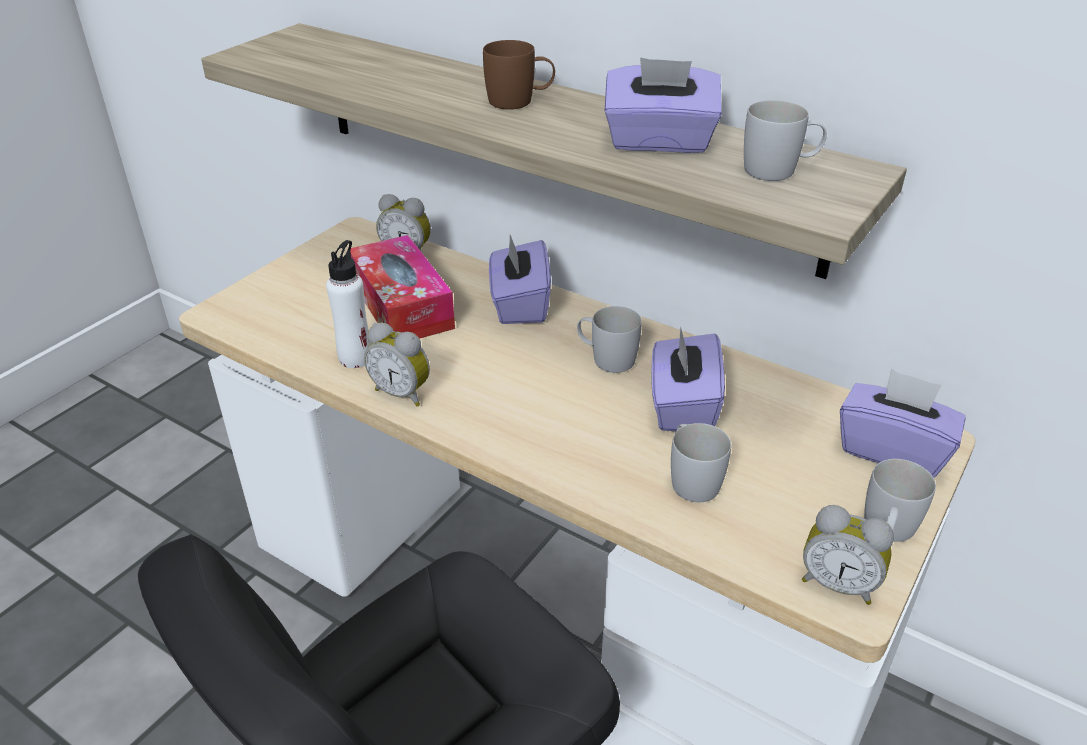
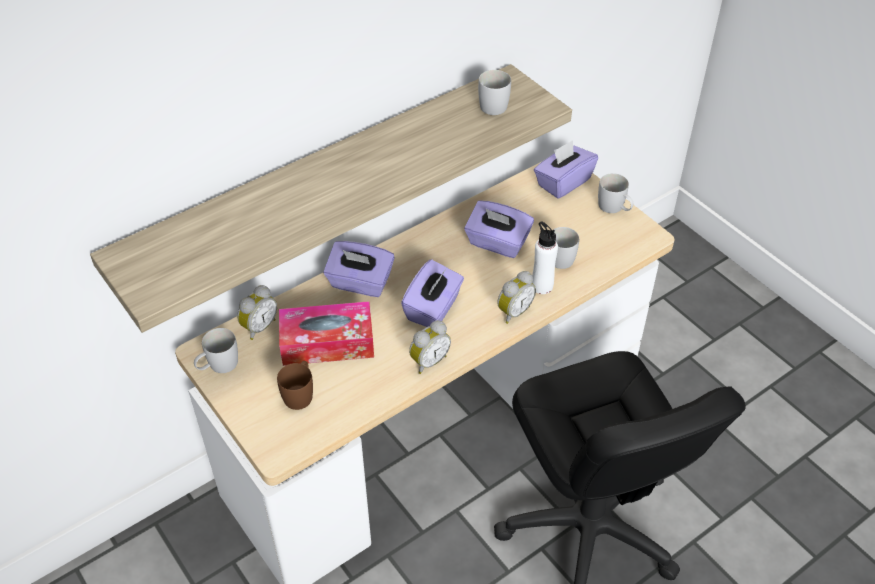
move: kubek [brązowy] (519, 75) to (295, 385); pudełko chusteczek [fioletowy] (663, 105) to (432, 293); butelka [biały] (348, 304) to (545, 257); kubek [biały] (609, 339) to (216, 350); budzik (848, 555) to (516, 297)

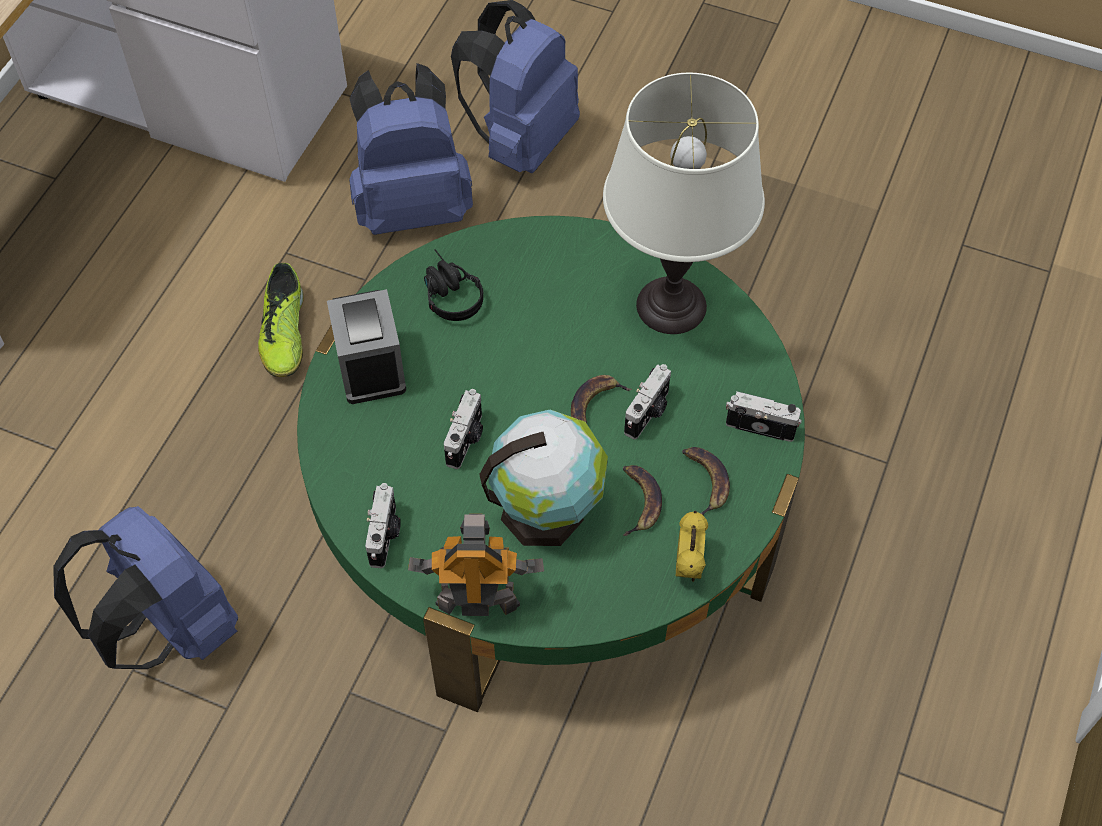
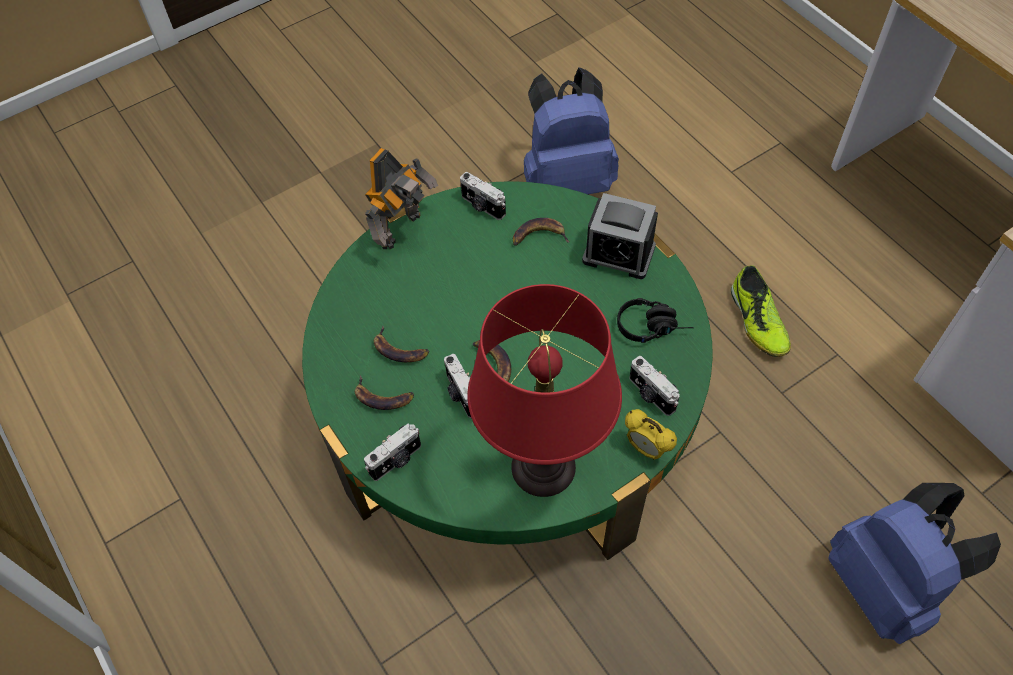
delete: plecak [niebieski] (411, 149); globus (543, 478)
insert: banan (541, 232)
move: aparat fotograficzny (463, 429) to (654, 386); budzik (692, 546) to (651, 434)
recolor: lampa stołowa [biały] (684, 203) to lampa stołowa [czerwony] (544, 390)
rotate: but (281, 320) = (761, 311) 135 degrees counterclockwise

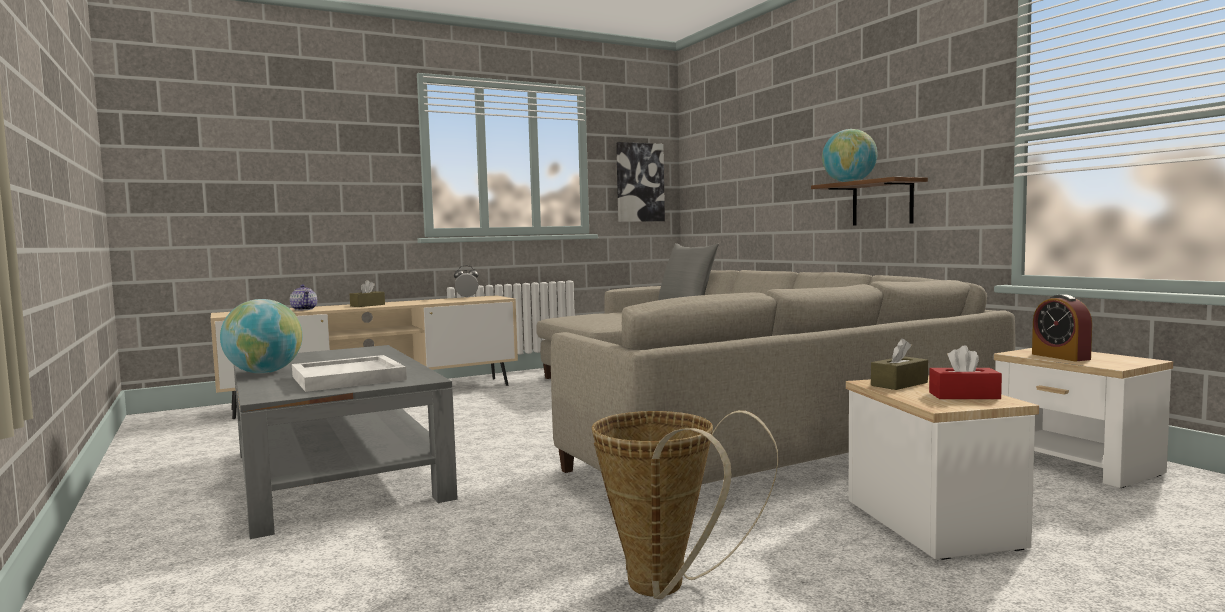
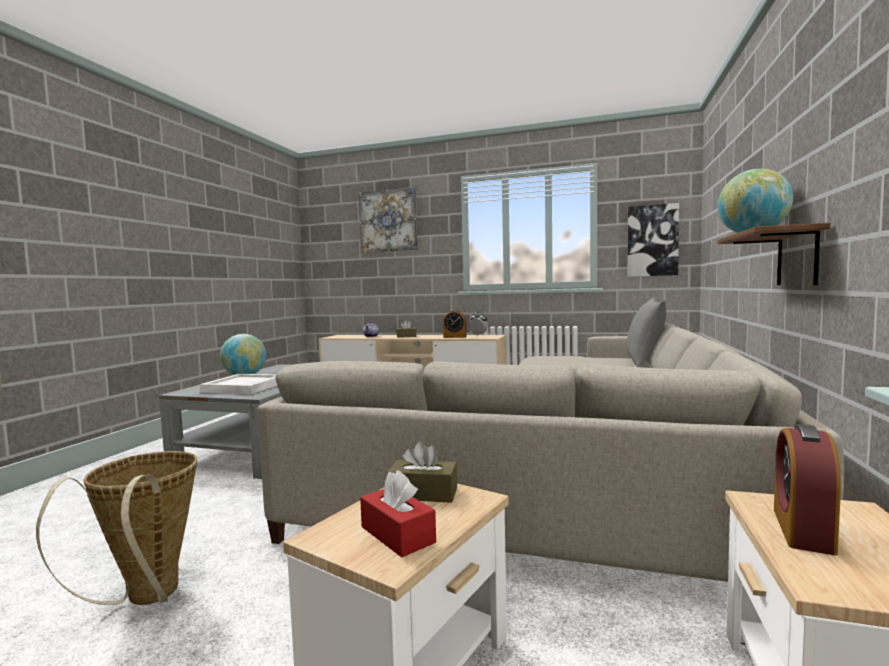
insert: obraz (388, 220); budzik (454, 324)

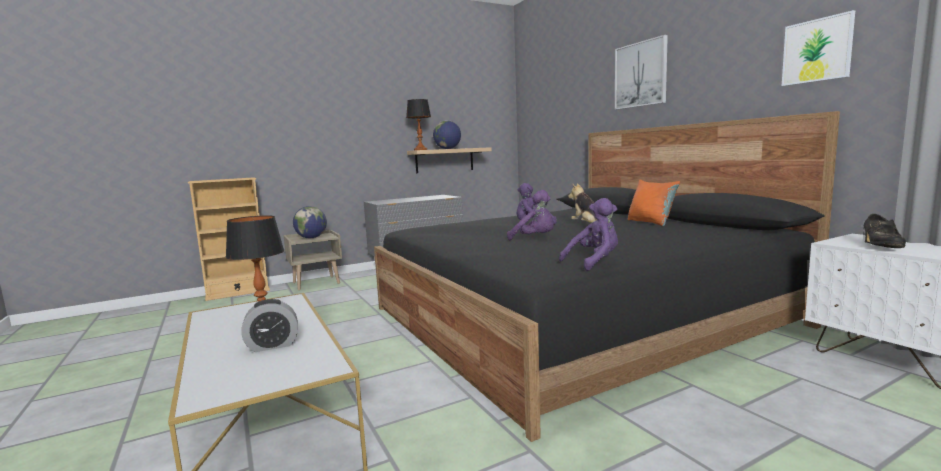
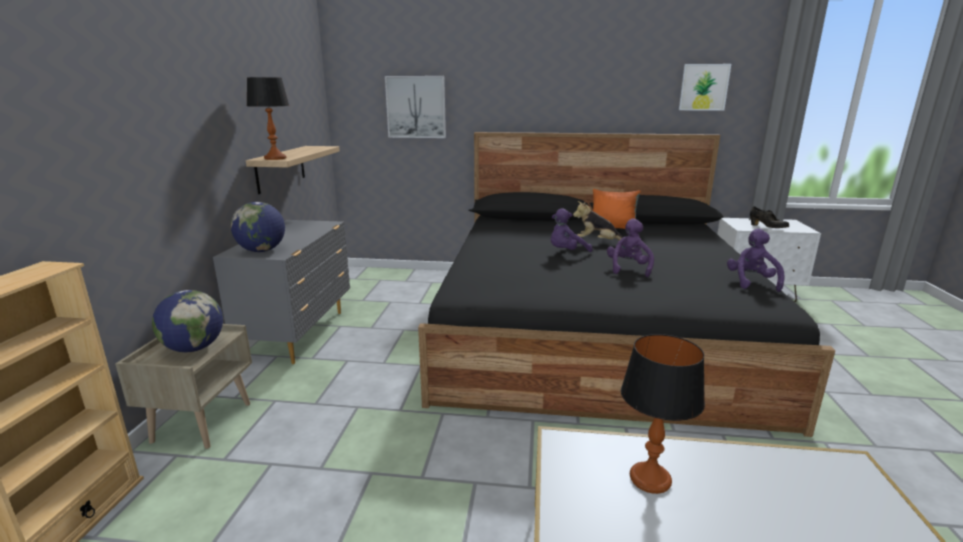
delete: budzik (269, 325)
move: obraz (641, 72) to (415, 107); globus (447, 134) to (258, 227)
rotate: pluszak [fioletowy] (530, 215) = (630, 247) 60 degrees counterclockwise

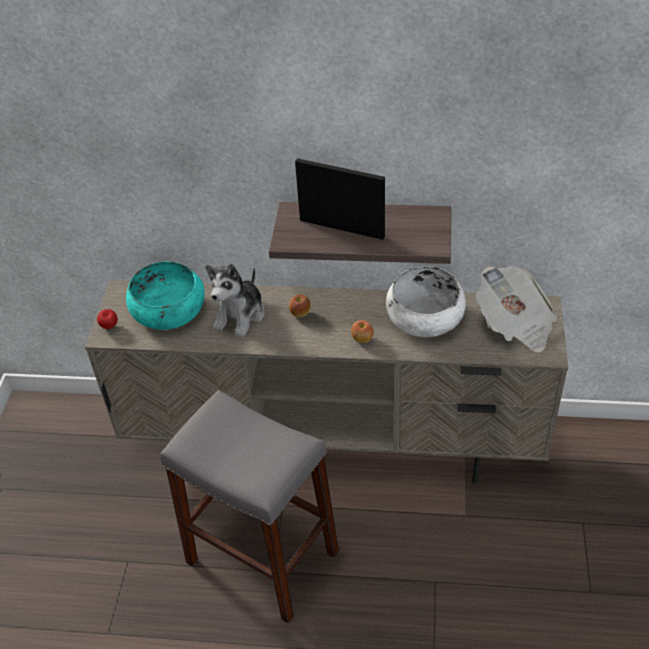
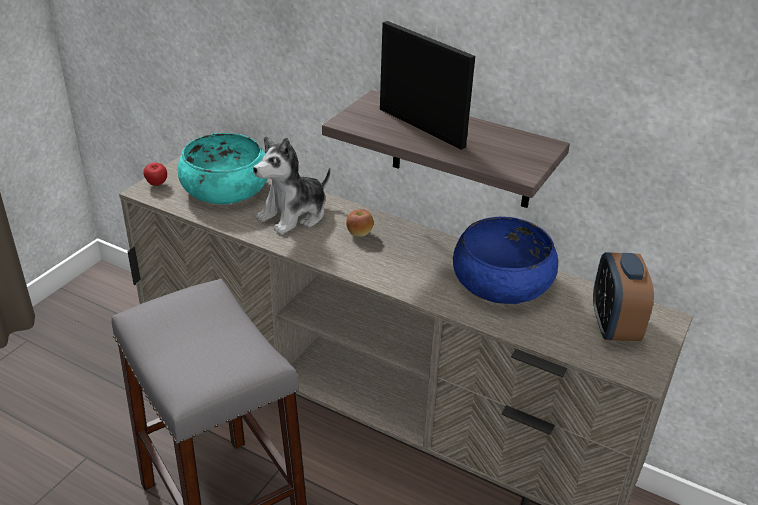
delete: jabłko (362, 331)
replace: gazeta (517, 309) to budzik (623, 296)
recolor: miska [biały] (426, 301) to miska [niebieski] (505, 260)

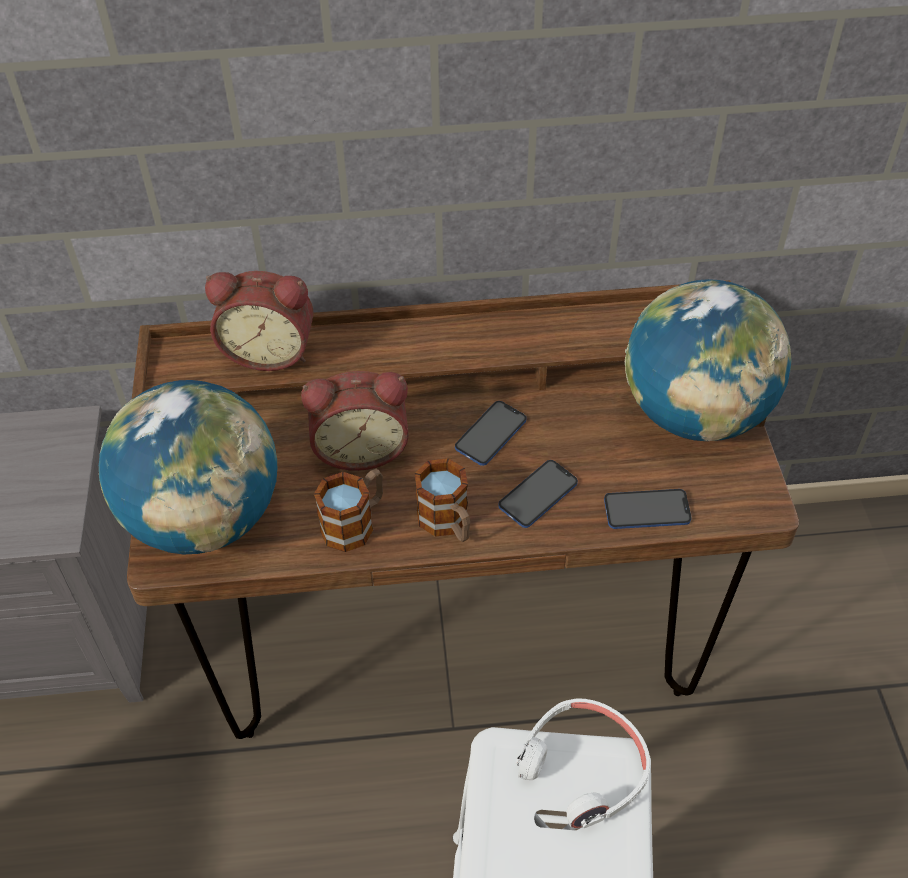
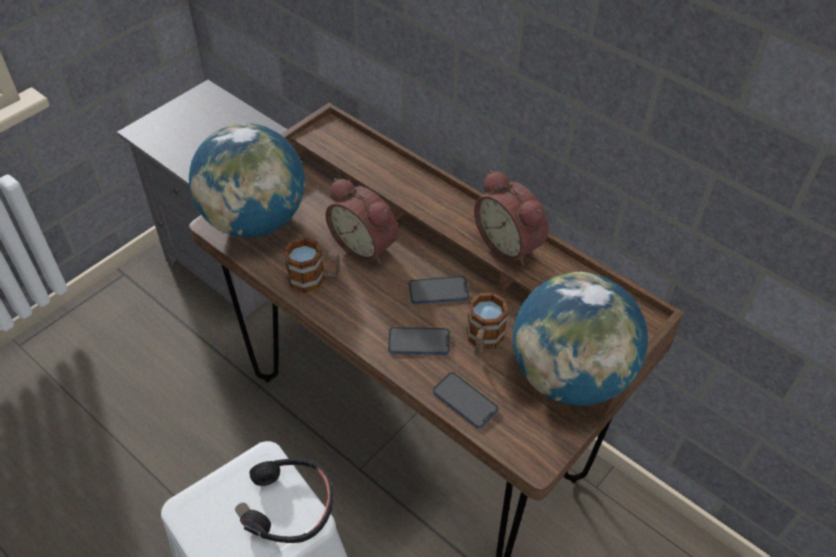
move: budzik (259, 321) to (511, 217); kubek (442, 500) to (487, 324)
recolor: słuchawki [biały] (583, 764) to słuchawki [czarny] (286, 501)

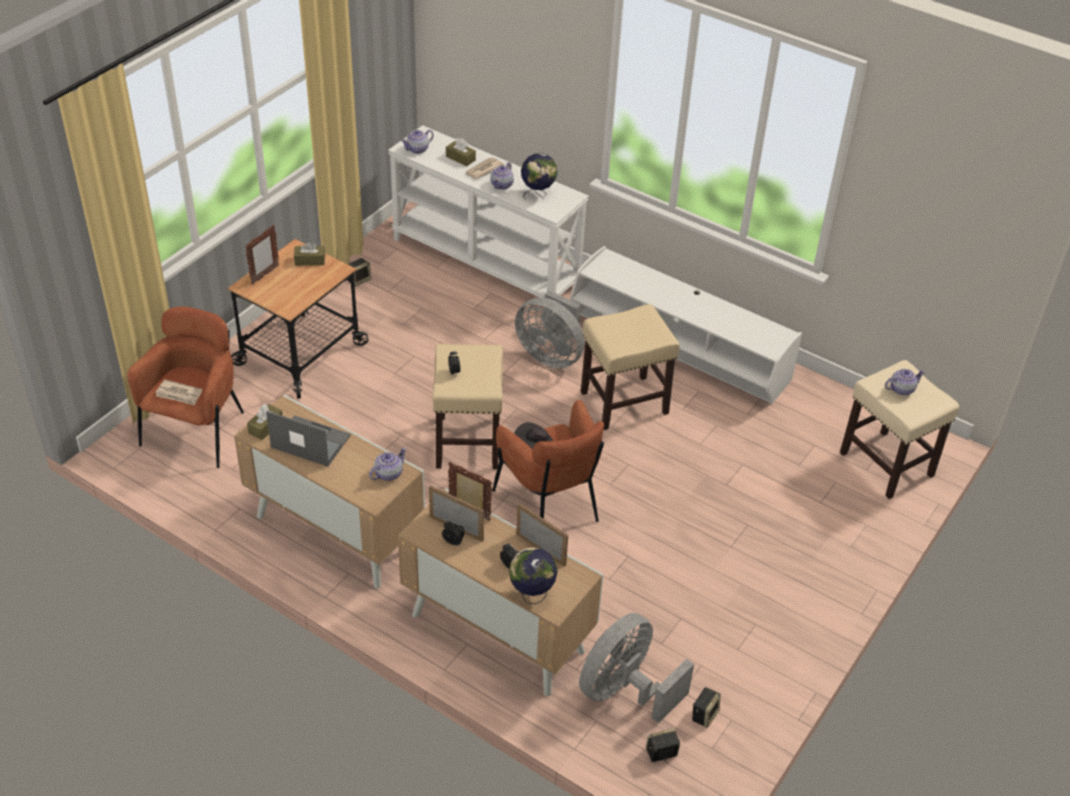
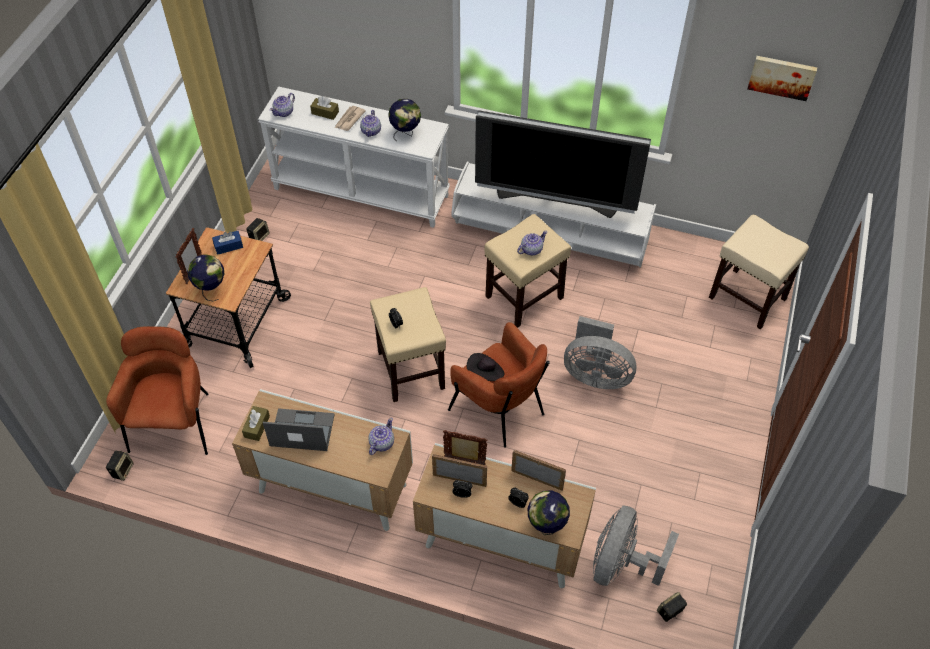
delete: gazeta (179, 392)
insert: obraz (782, 78); telewizor (563, 164); globus (205, 277)
move: wentylator [szary] (550, 329) to (600, 352); imbryk (905, 382) to (532, 243); głośnik (706, 707) to (119, 466)
recolor: pudełko chusteczek [brązowy] (309, 254) to pudełko chusteczek [niebieski] (227, 243)

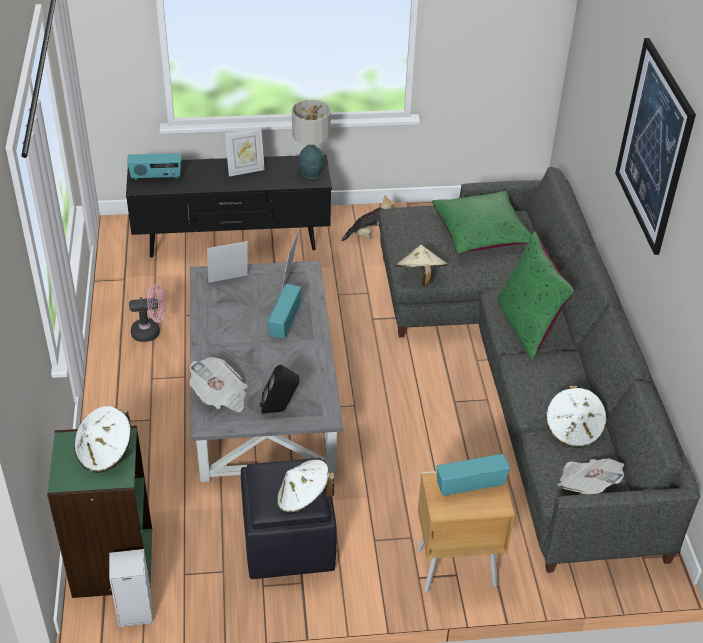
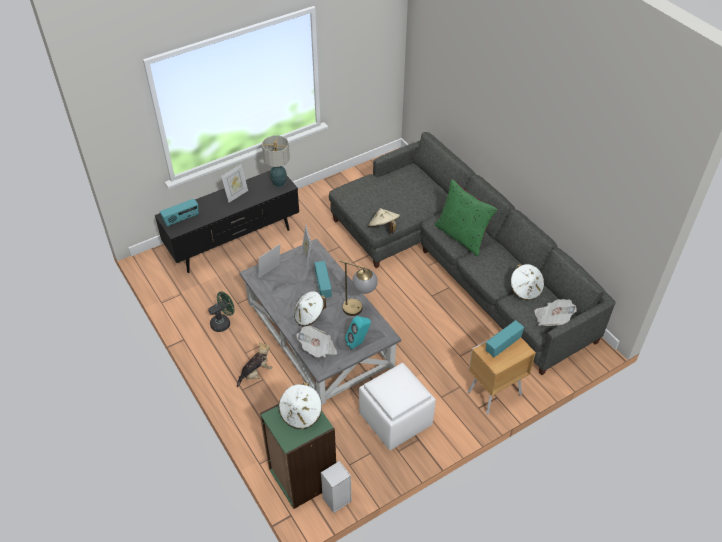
delete: obraz (655, 146); poduszka [zielony] (482, 222)
insert: lampa stołowa (359, 288)
move: pluszak (368, 218) to (254, 364); kapelusz [biały] (305, 487) to (310, 308)
recolor: wentylator [różowy] (147, 313) to wentylator [zielony] (221, 312); głośnik [czarny] (279, 389) to głośnik [turkusowy] (358, 333); pufa [czarny] (289, 518) to pufa [biały] (397, 406)

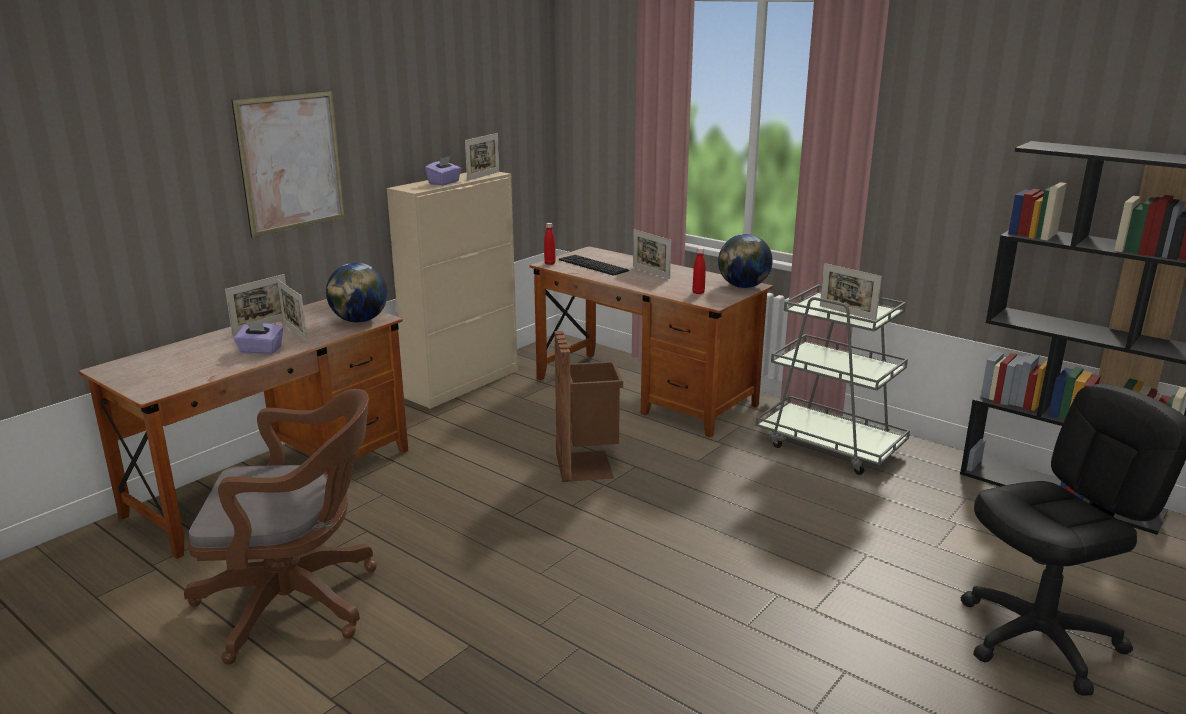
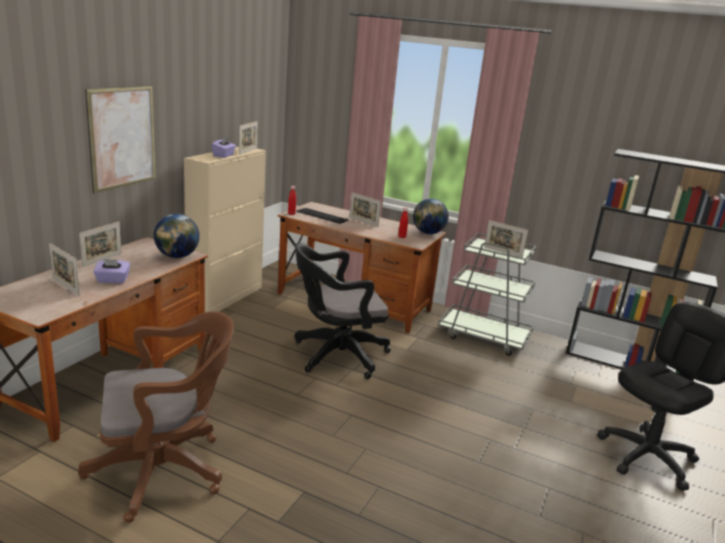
move: ramka na zdjęcie (292, 310) to (64, 269)
replace: kosz na śmieci [brązowy] (589, 406) to krzesło biurowe [czarny] (342, 311)

